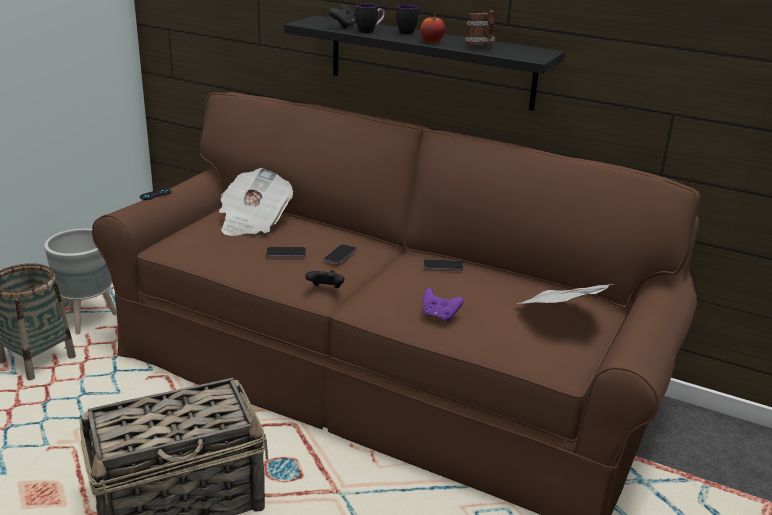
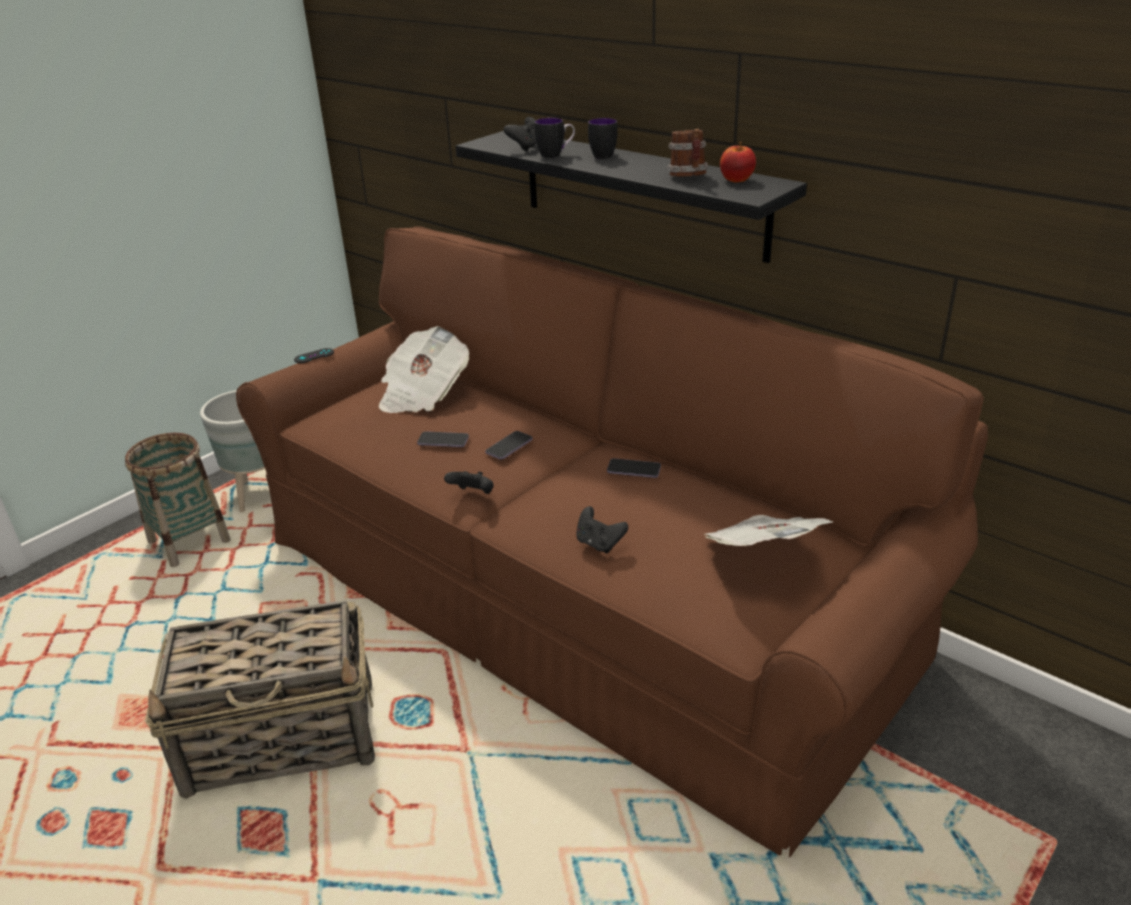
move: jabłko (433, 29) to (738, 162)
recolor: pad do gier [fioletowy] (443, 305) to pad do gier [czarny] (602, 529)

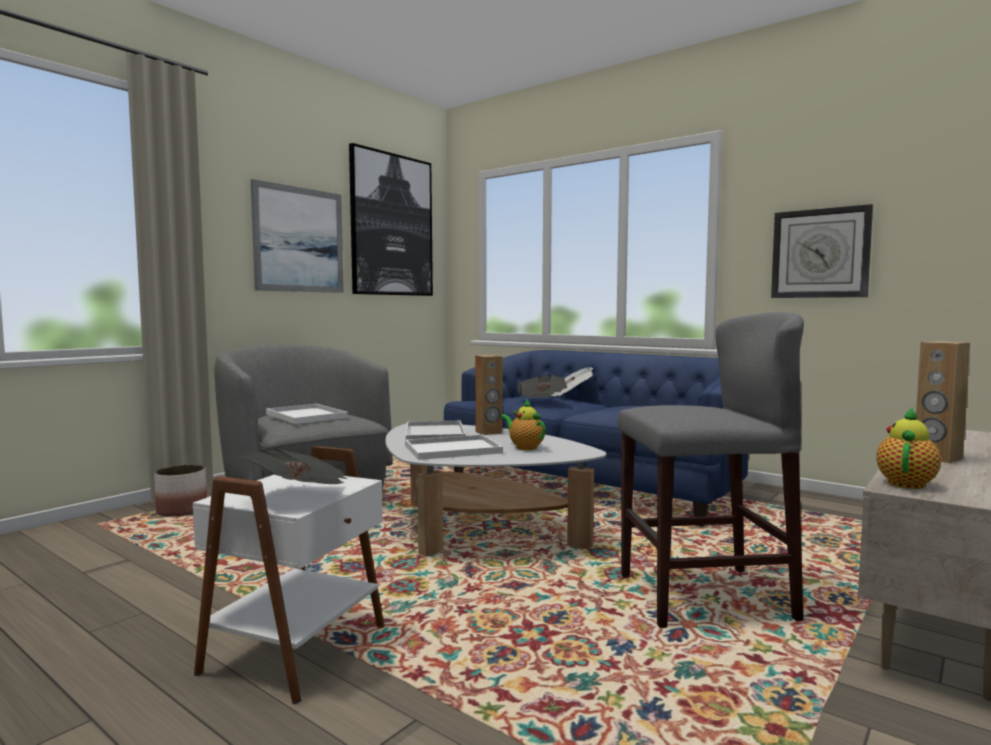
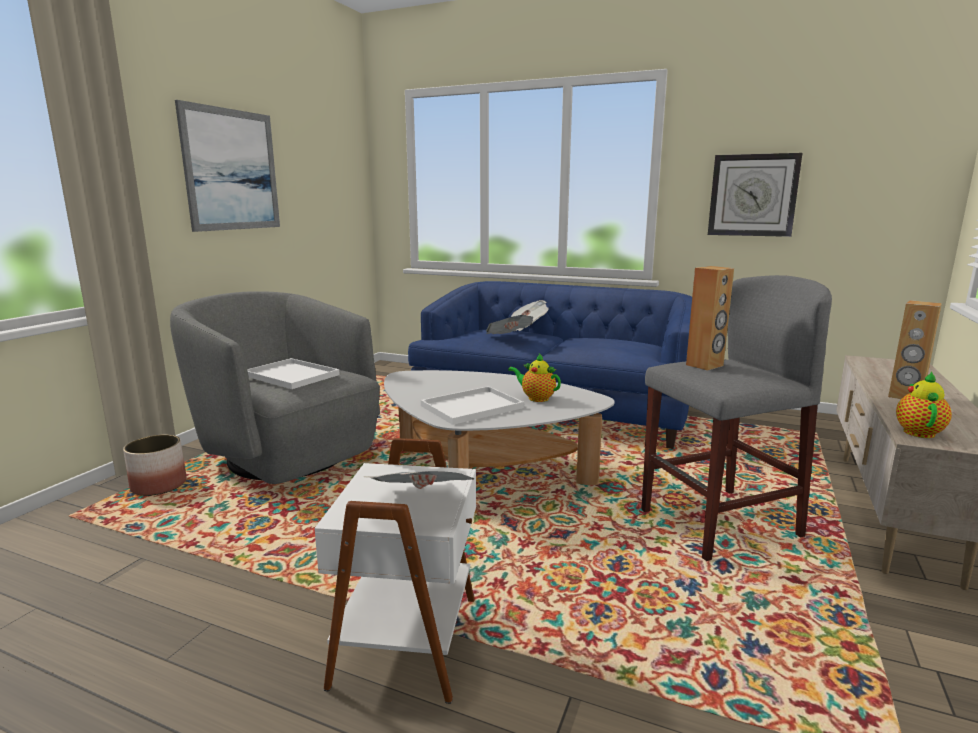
delete: obraz (391, 219); taca [biały] (436, 430)
move: głośnik [brązowy] (489, 395) to (710, 318)

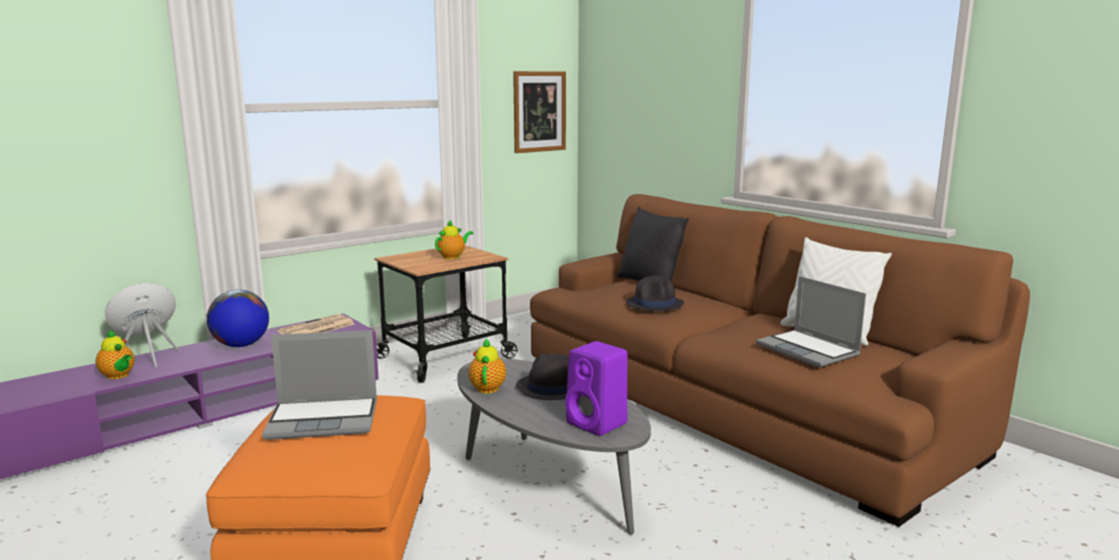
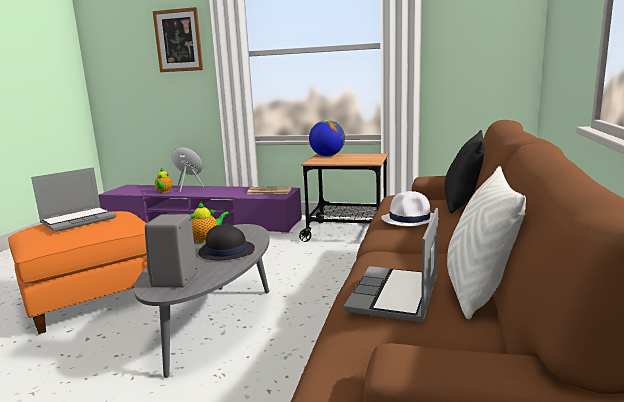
delete: imbryk (454, 239)
move: obraz (539, 112) to (178, 39); globus (238, 318) to (327, 138)
recolor: kapelusz [czarny] (655, 293) to kapelusz [biały] (407, 208); głośnik [fioletowy] (596, 388) to głośnik [szary] (171, 251)
rotate: laptop (319, 385) = (74, 199) 90 degrees counterclockwise

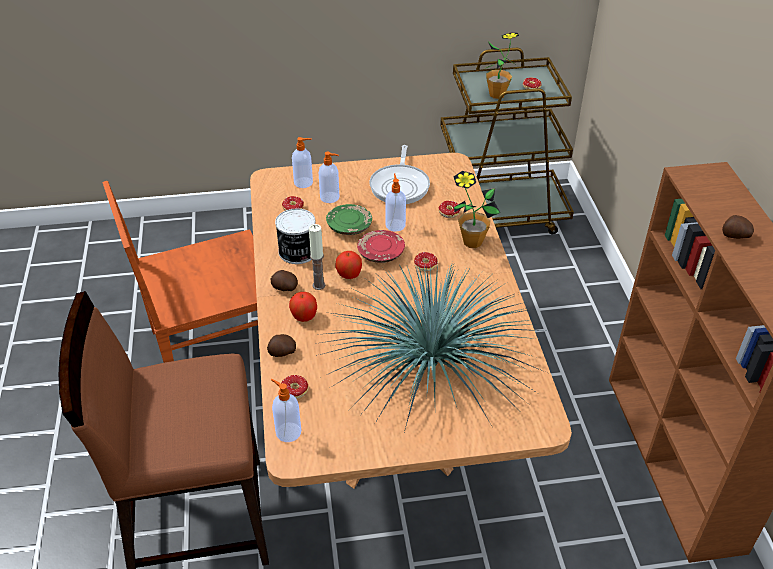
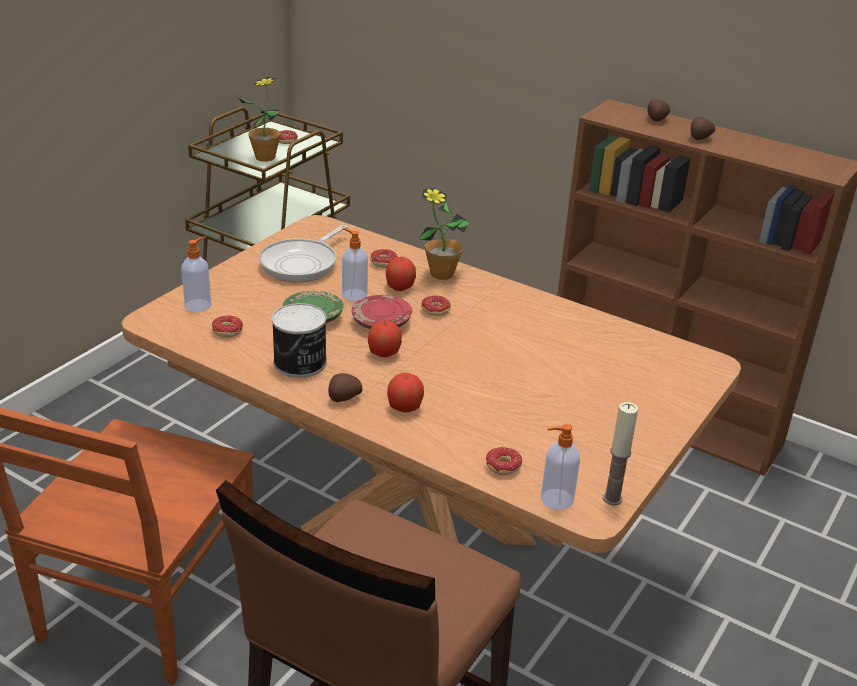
delete: dozownik mydła (329, 177); roślina doniczkowa (430, 347)
insert: jabłko (401, 274)
move: świeca (317, 257) to (620, 453); ziemniak (281, 345) to (658, 110)
rotate: patelnia (400, 174) = (303, 253) 75 degrees clockwise

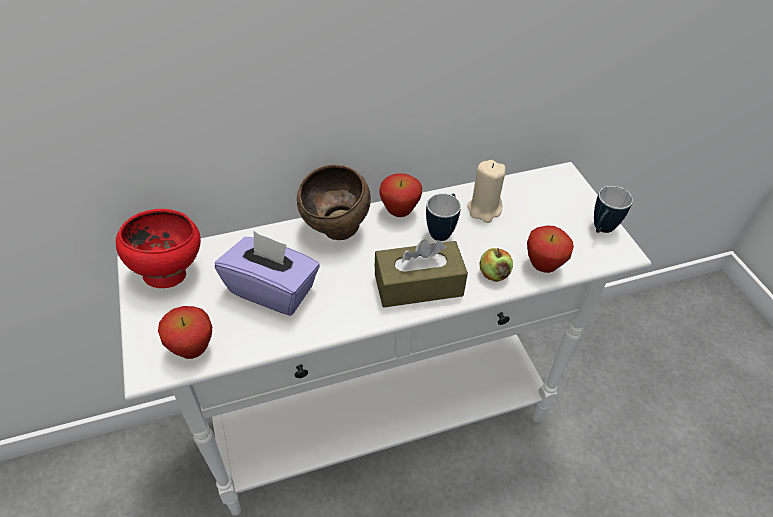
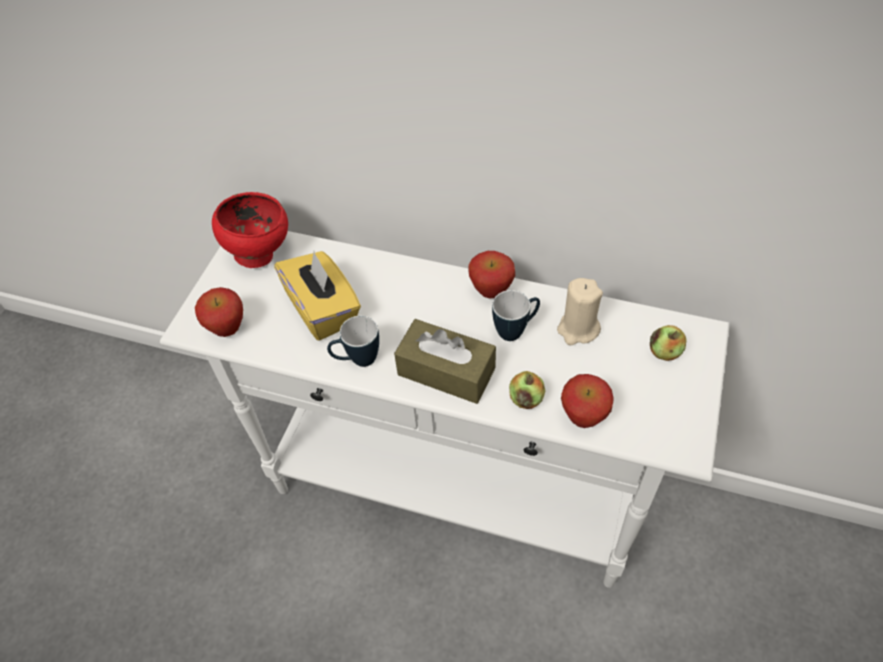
delete: miska [brązowy] (334, 202)
insert: jabłko (668, 343)
move: kubek (613, 209) to (353, 341)
recolor: pudełko chusteczek [fioletowy] (267, 273) to pudełko chusteczek [żółty] (317, 296)

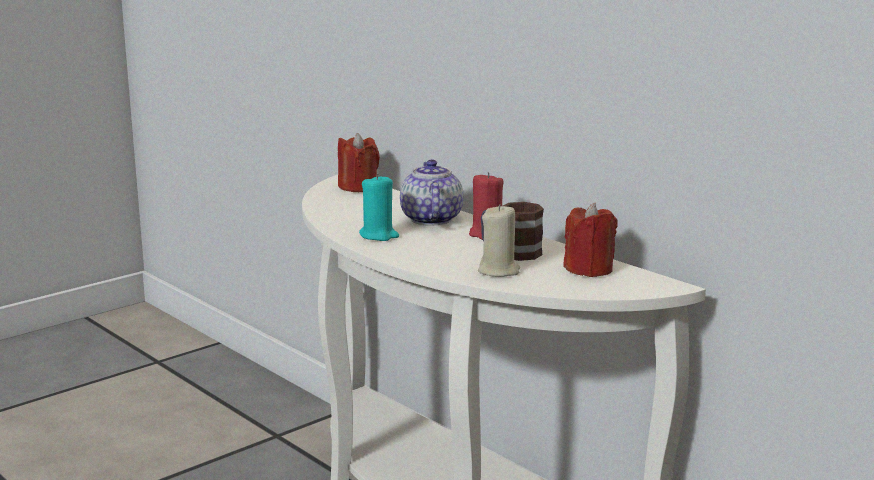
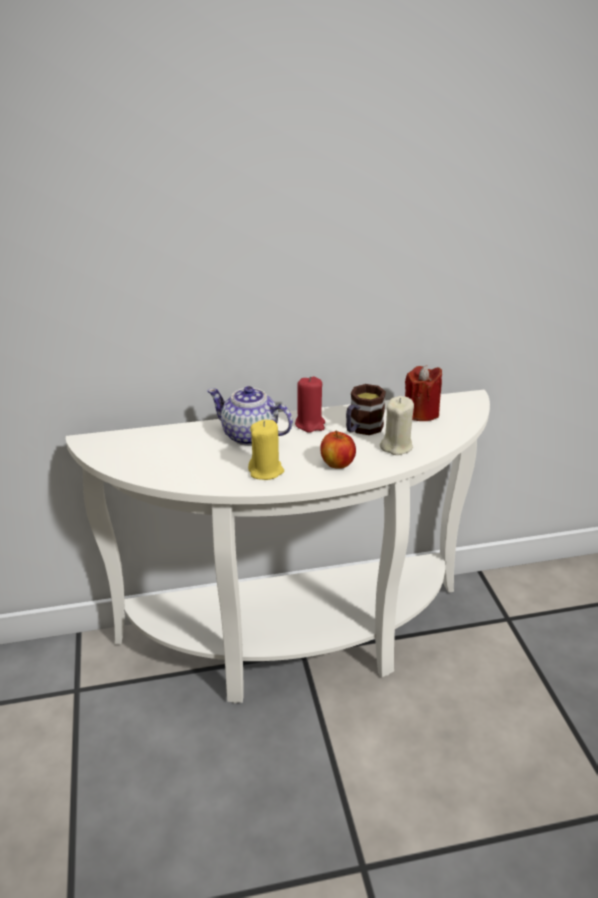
delete: świeca [czerwony] (359, 162)
insert: jabłko (338, 450)
recolor: świeca [turkusowy] (379, 207) to świeca [żółty] (266, 450)

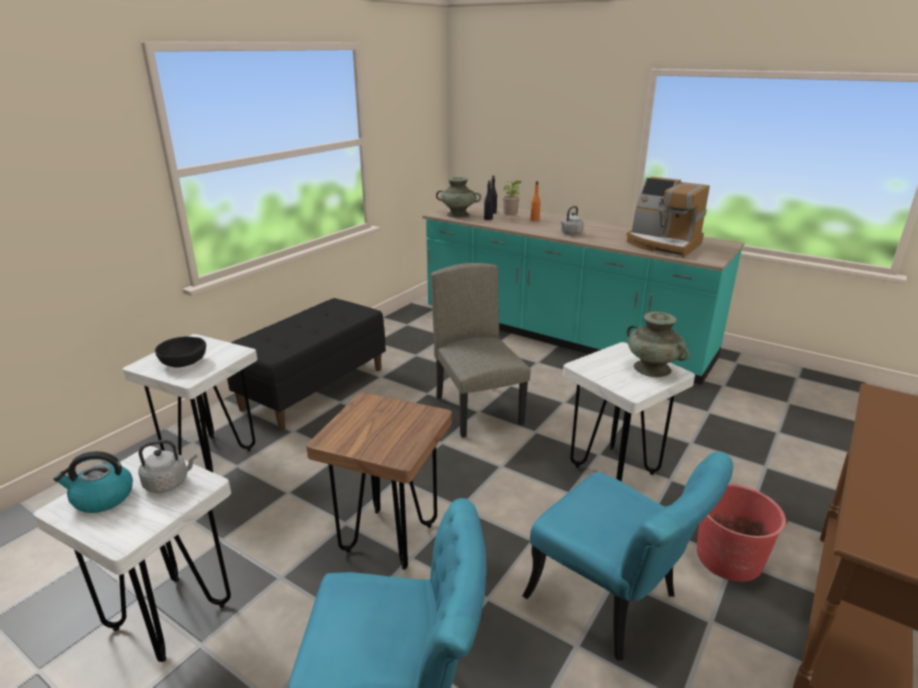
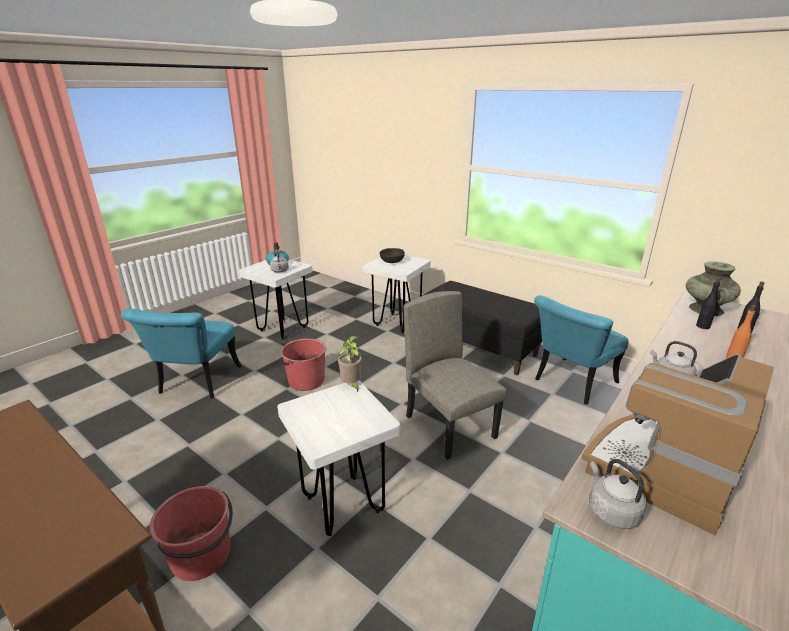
delete: wazon [turkusowy] (658, 344)
insert: czajnik [szary] (618, 494)
move: roślina doniczkowa (512, 198) to (350, 364); krzesło [turkusowy] (628, 556) to (581, 349)
replace: stołek [brązowy] (379, 481) to wiadro [czerwony] (303, 365)
rotate: krzesło [beżowy] (481, 350) = (455, 375) 105 degrees counterclockwise

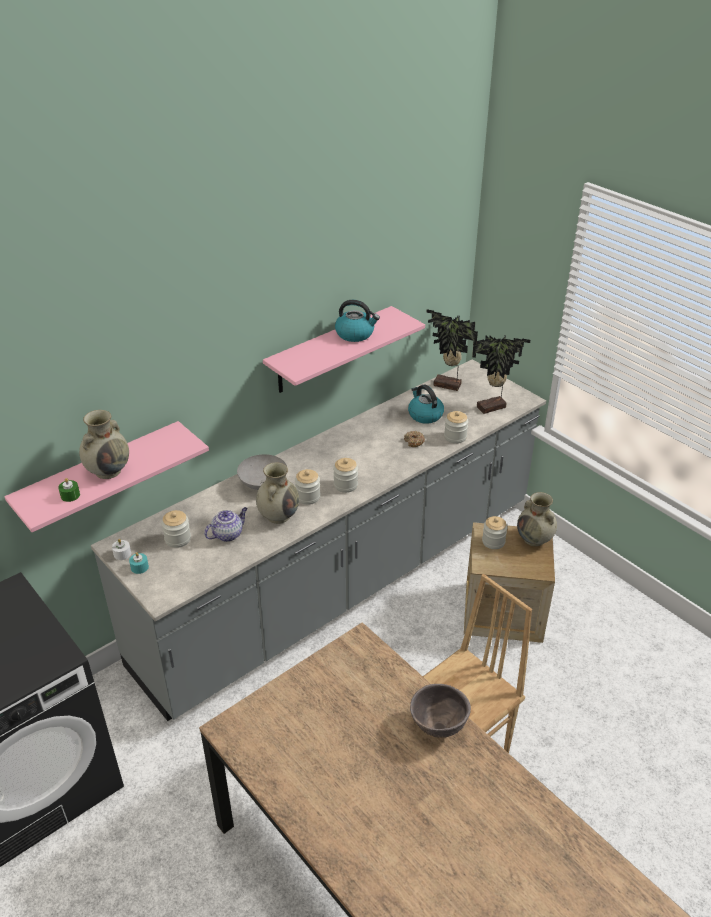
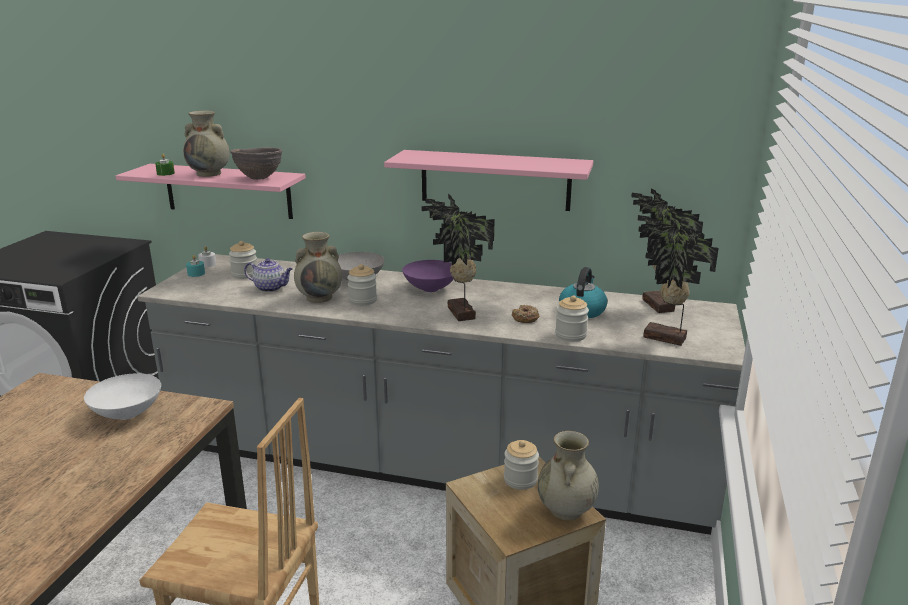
delete: czajnik (357, 321); słoik (345, 475)
insert: roślina doniczkowa (458, 257); miska [fioletowy] (428, 276); miska [biały] (122, 396)
move: miska [brązowy] (440, 711) to (256, 163)

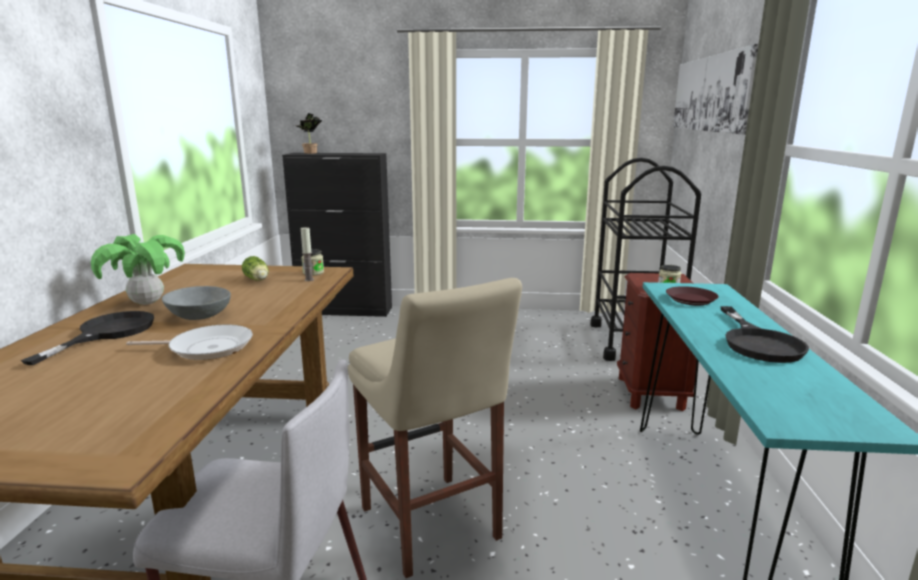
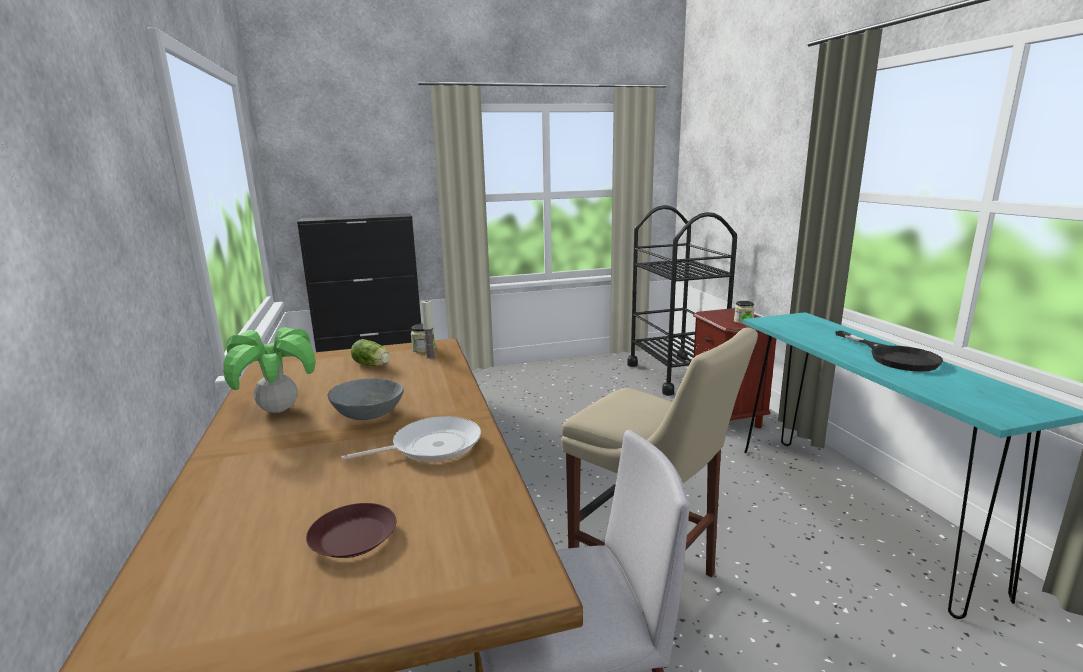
delete: obraz (715, 89); roślina doniczkowa (308, 133); patelnia [czarny] (87, 338)
move: talerz [brązowy] (692, 295) to (351, 530)

